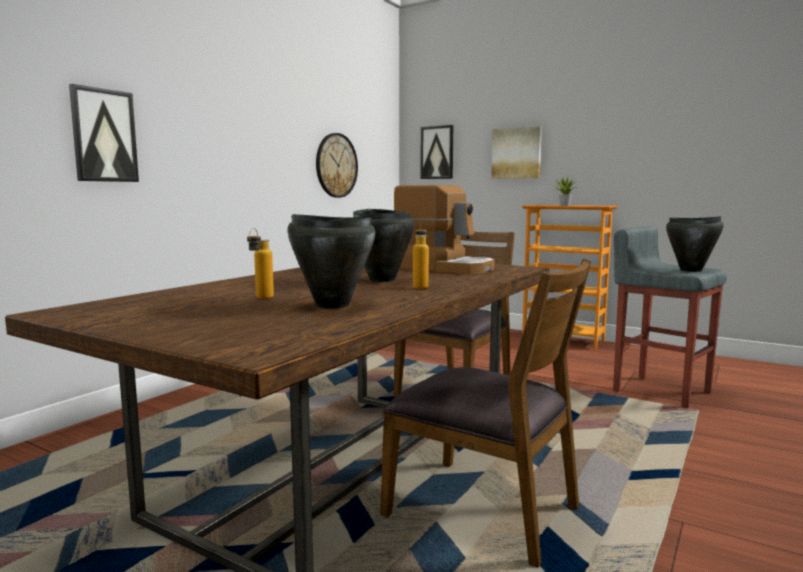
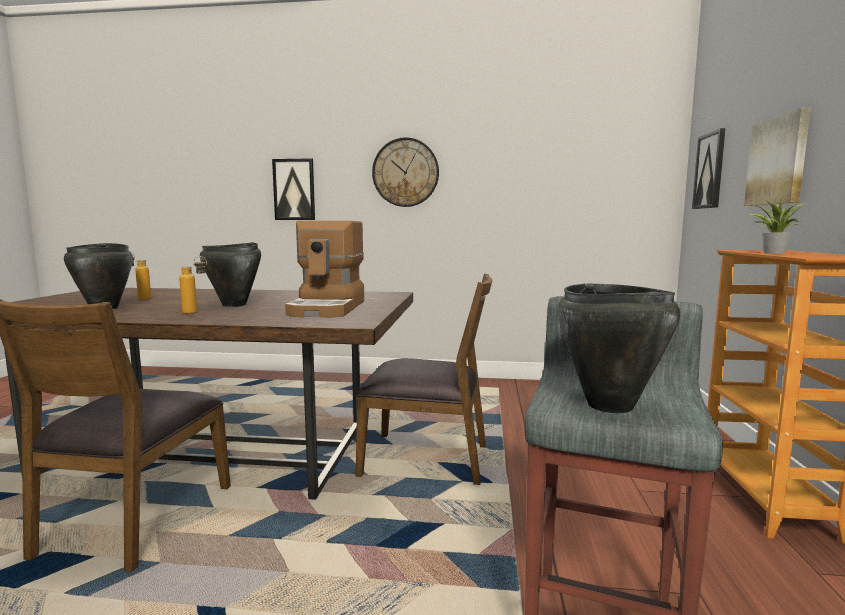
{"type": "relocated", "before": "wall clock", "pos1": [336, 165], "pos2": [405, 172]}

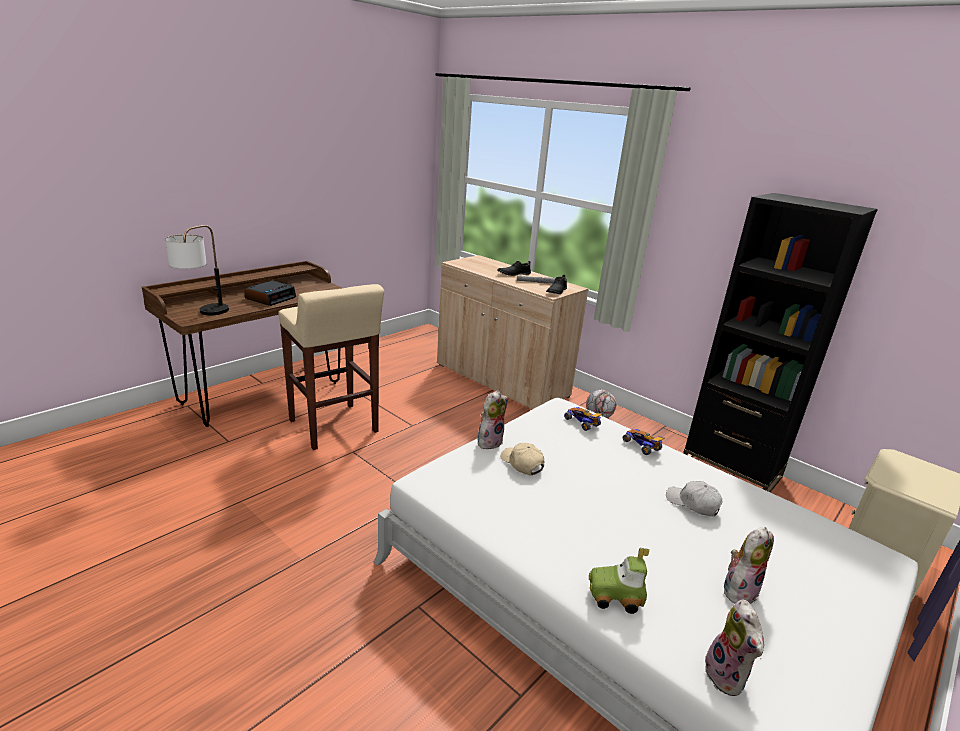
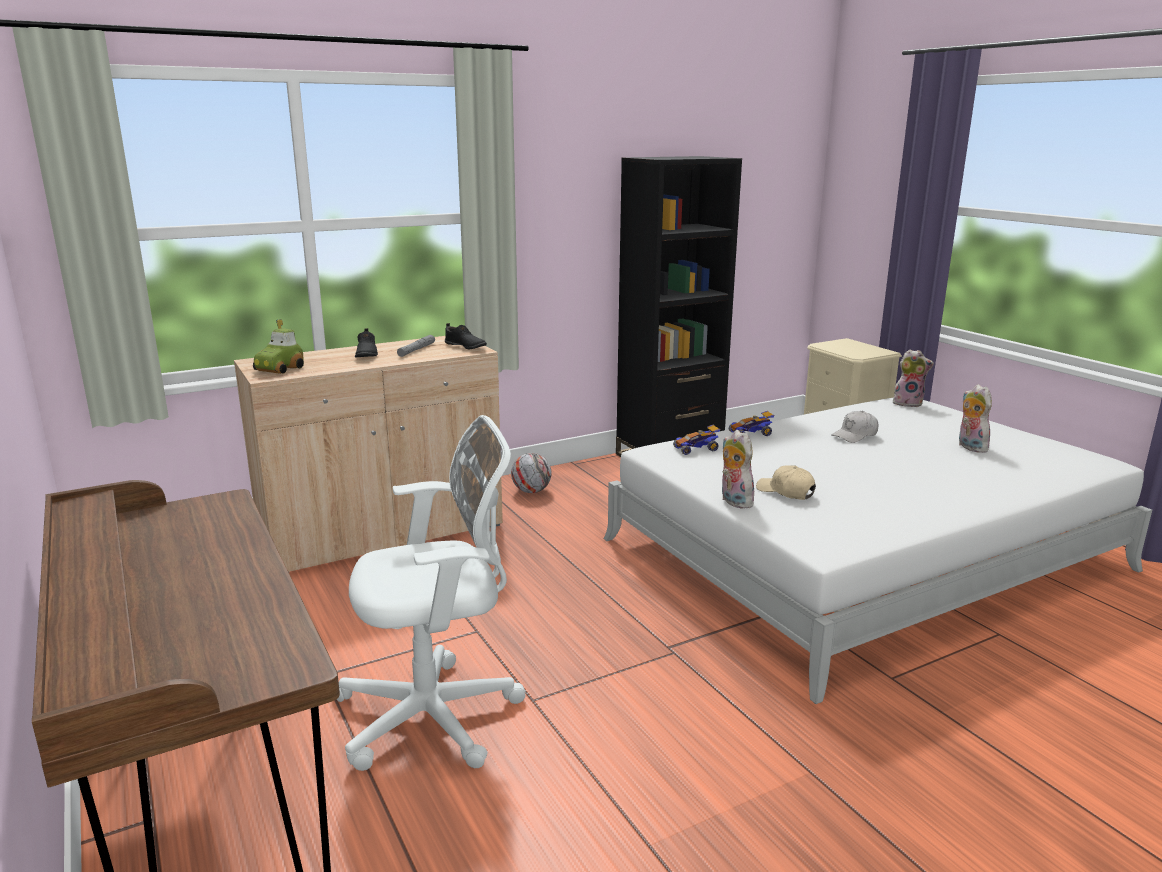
{"type": "missing", "before": "table lamp", "pos1": [203, 314]}
{"type": "missing", "before": "alarm clock", "pos1": [270, 298]}
{"type": "exchanged", "before": "stool seat (beige)", "after": "desk chair (white-coloured)", "pos1": [334, 427], "pos2": [437, 715]}
{"type": "spun", "before": "peaked cap (beige)", "pos1": [522, 463], "pos2": [785, 492], "turn": 60}
{"type": "relocated", "before": "model car", "pos1": [615, 596], "pos2": [280, 369]}
{"type": "relocated", "before": "soft toy", "pos1": [727, 677], "pos2": [908, 403]}

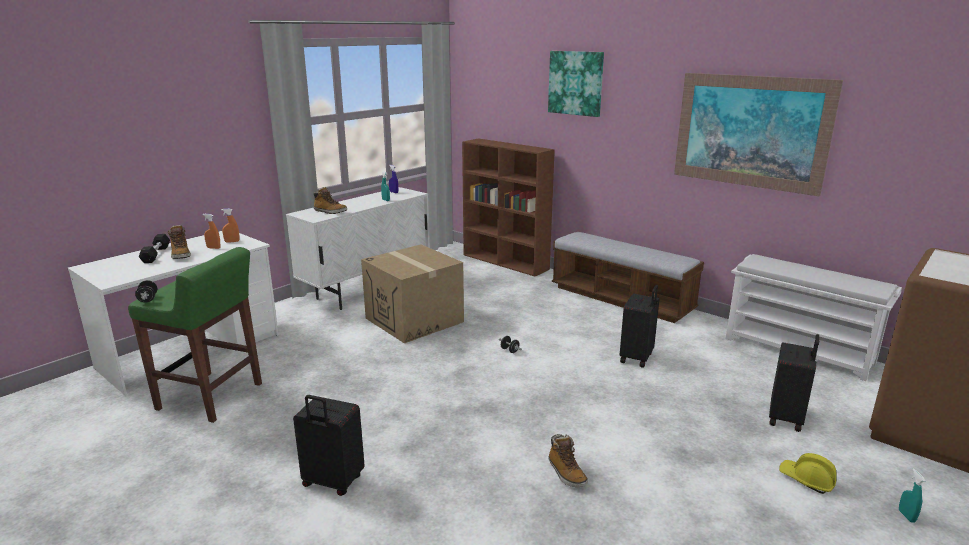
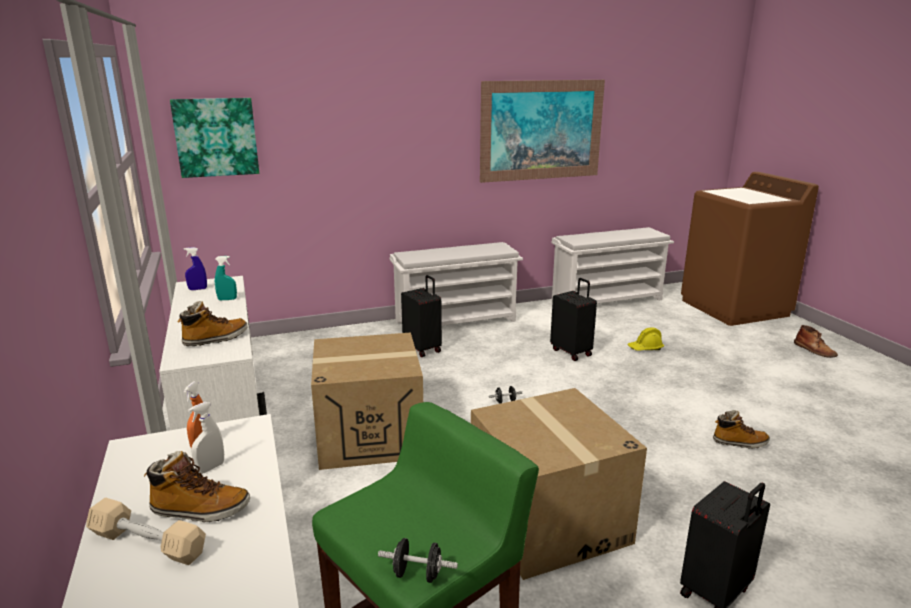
{"type": "colour", "before": "free weight (blackish)", "after": "free weight (beige)", "pos1": [156, 254], "pos2": [148, 543]}
{"type": "colour", "before": "spray bottle (orange)", "after": "spray bottle (white-coloured)", "pos1": [213, 248], "pos2": [210, 468]}
{"type": "missing", "before": "bookcase (brown-coloured)", "pos1": [506, 262]}
{"type": "relocated", "before": "picture", "pos1": [576, 83], "pos2": [216, 137]}
{"type": "exchanged", "before": "indoor bench", "after": "shoe shelf (white-coloured)", "pos1": [621, 299], "pos2": [456, 320]}
{"type": "relocated", "before": "travel case (blackish)", "pos1": [787, 418], "pos2": [423, 348]}
{"type": "relocated", "before": "safety helmet (yellow)", "pos1": [806, 480], "pos2": [645, 348]}
{"type": "exchanged", "before": "spray bottle (blue-green)", "after": "tall boot (brown-coloured)", "pos1": [906, 516], "pos2": [814, 350]}
{"type": "appeared", "after": "packing box", "pos2": [547, 520]}

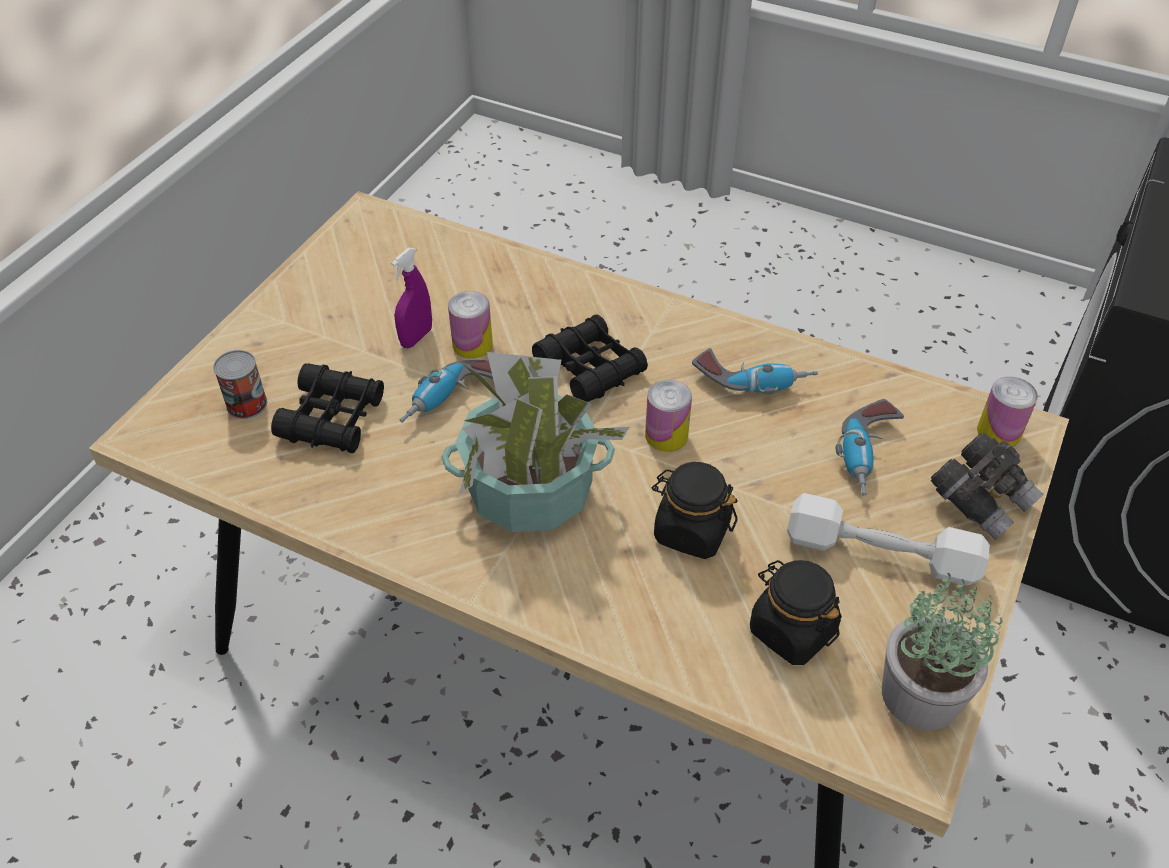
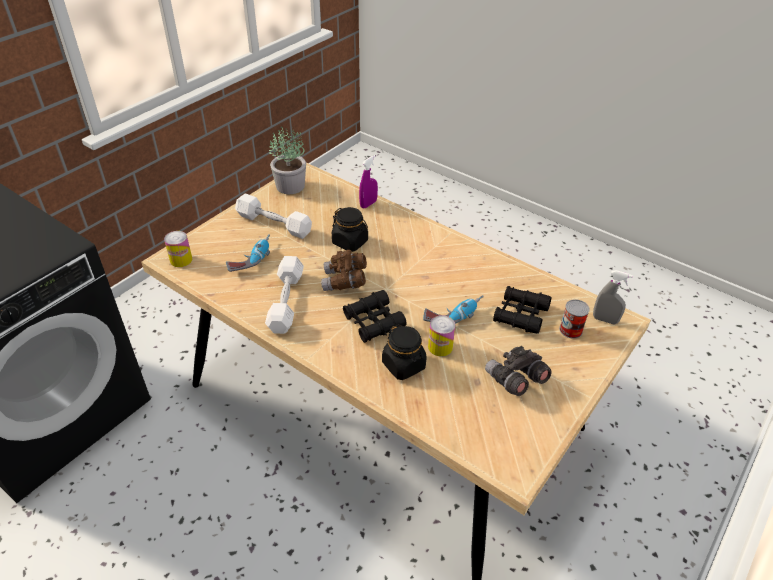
{"type": "relocated", "before": "spray bottle (purple)", "pos1": [416, 337], "pos2": [368, 204]}
{"type": "missing", "before": "plant in a pot", "pos1": [530, 490]}
{"type": "exchanged", "before": "sealed can", "after": "field glasses (brown-coloured)", "pos1": [666, 435], "pos2": [345, 281]}
{"type": "exchanged", "before": "power drill", "after": "free weight (white-coloured)", "pos1": [753, 380], "pos2": [286, 302]}
{"type": "relocated", "before": "preserve jar (blackish)", "pos1": [791, 631], "pos2": [404, 365]}
{"type": "relocated", "before": "field glasses (gray)", "pos1": [981, 499], "pos2": [515, 380]}
{"type": "appeared", "after": "spray bottle (gray)", "pos2": [605, 320]}

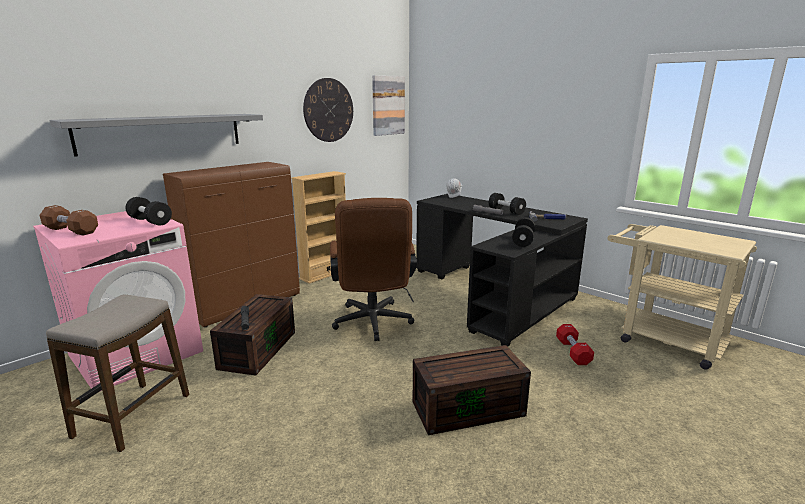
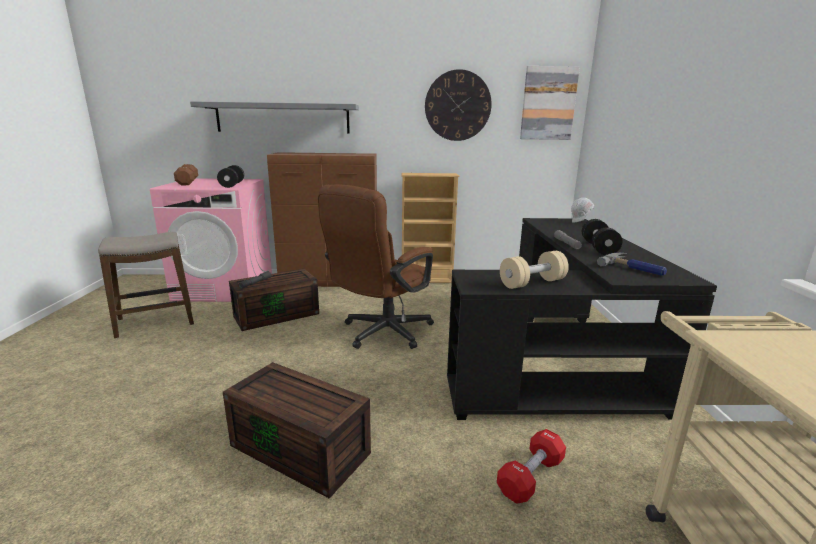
{"type": "colour", "before": "free weight (blackish)", "after": "free weight (beige)", "pos1": [523, 241], "pos2": [532, 283]}

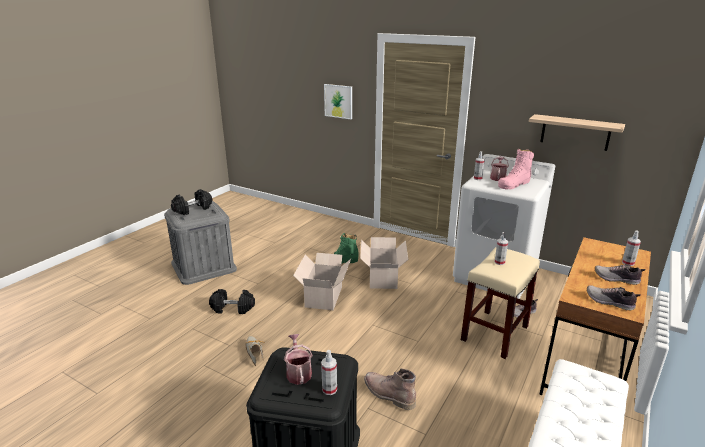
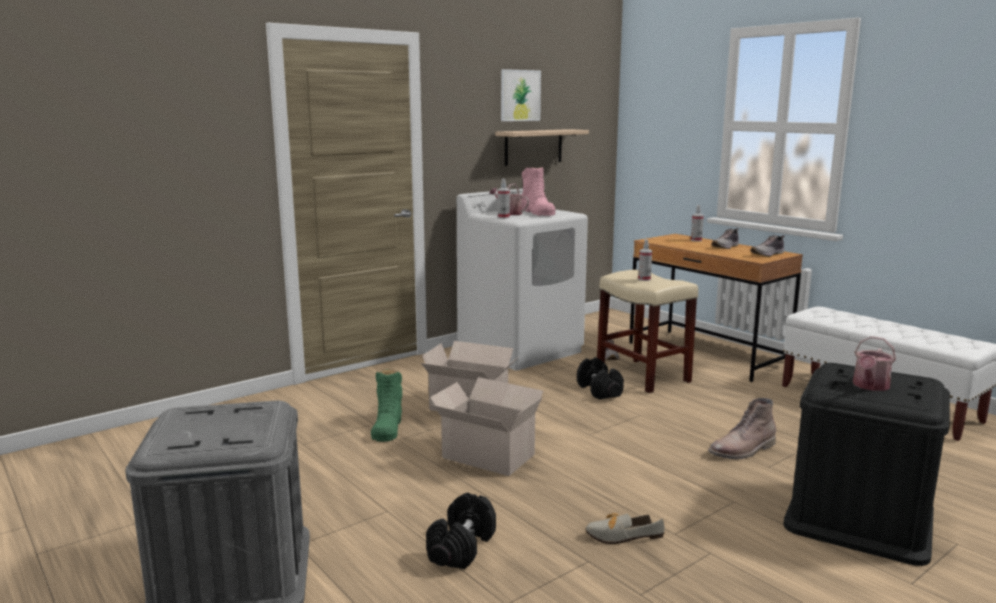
{"type": "relocated", "before": "free weight (blackish)", "pos1": [193, 209], "pos2": [598, 390]}
{"type": "spun", "before": "watering pot", "pos1": [298, 372], "pos2": [869, 386], "turn": -60}
{"type": "missing", "before": "spray bottle", "pos1": [329, 389]}
{"type": "relocated", "before": "picture", "pos1": [338, 101], "pos2": [520, 95]}

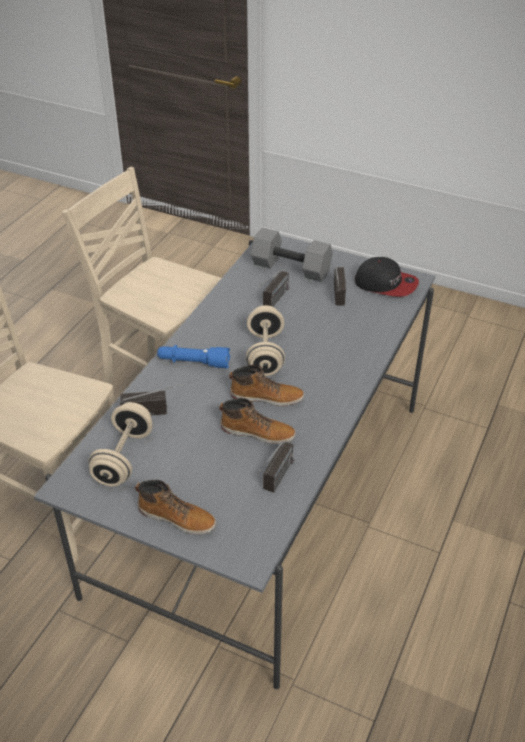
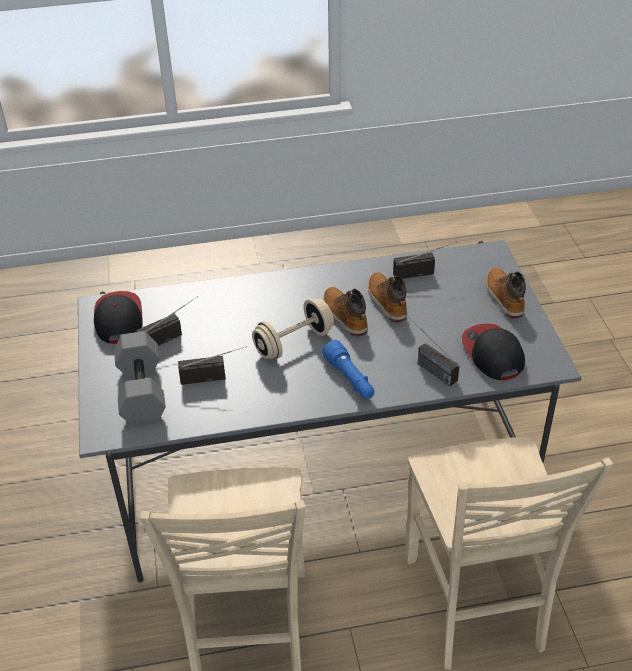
{"type": "exchanged", "before": "free weight (beige)", "after": "peaked cap", "pos1": [123, 457], "pos2": [492, 354]}

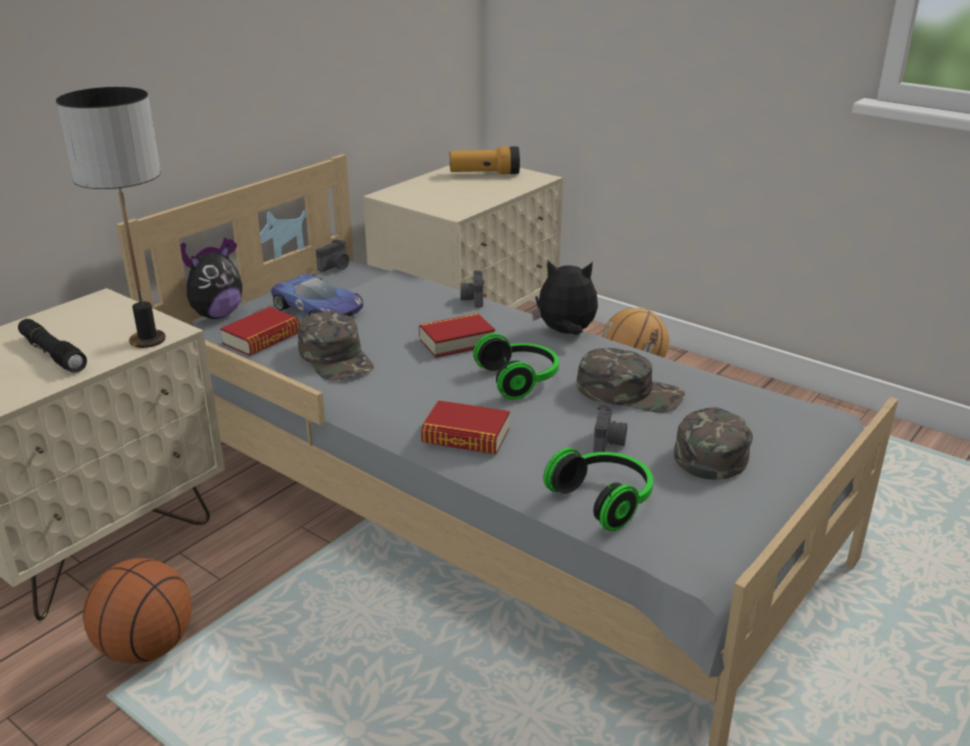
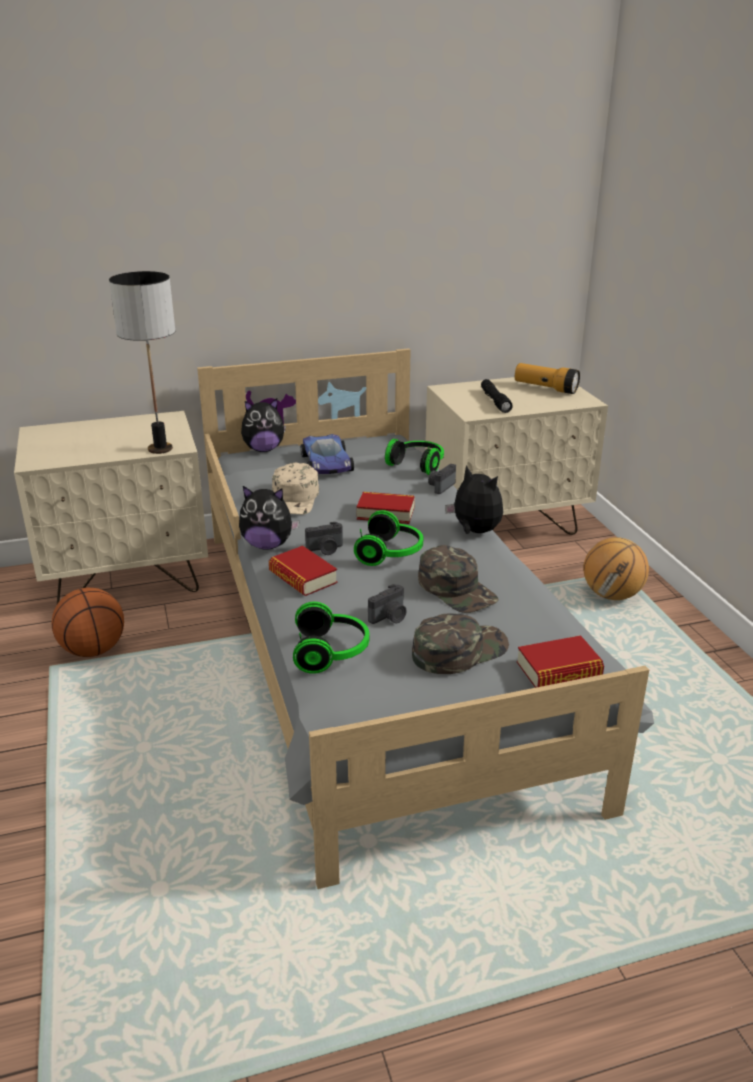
{"type": "relocated", "before": "hand torch (blackish)", "pos1": [52, 354], "pos2": [495, 401]}
{"type": "relocated", "before": "book", "pos1": [261, 338], "pos2": [558, 670]}
{"type": "colour", "before": "peaked cap (green-coloured)", "after": "peaked cap (beige)", "pos1": [336, 358], "pos2": [294, 499]}
{"type": "relocated", "before": "still camera", "pos1": [336, 267], "pos2": [325, 549]}
{"type": "appeared", "after": "soft toy", "pos2": [268, 545]}
{"type": "appeared", "after": "headphones", "pos2": [418, 465]}

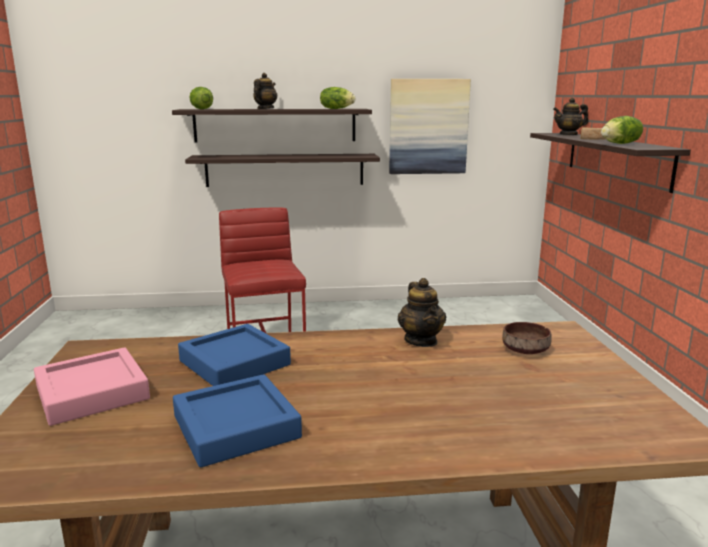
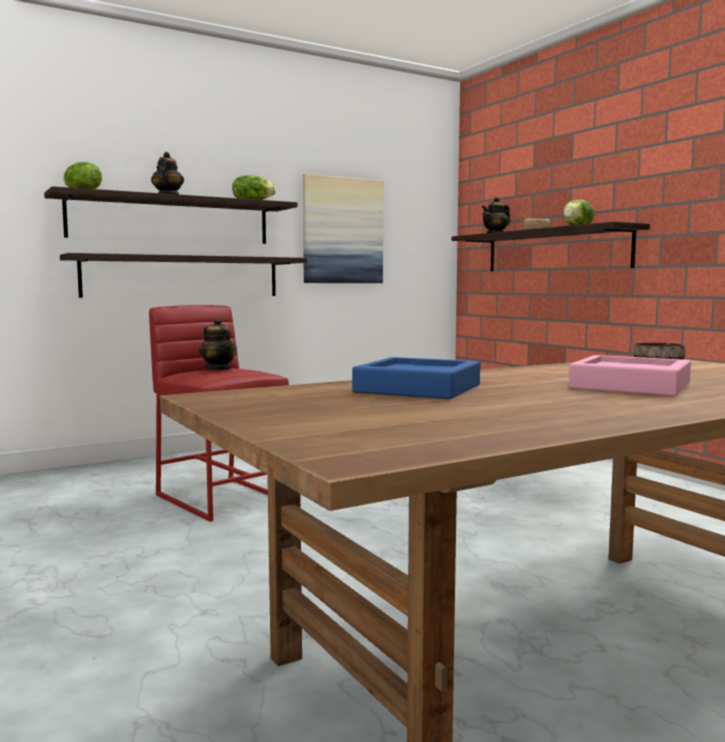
{"type": "relocated", "before": "tray (pink)", "pos1": [92, 393], "pos2": [630, 386]}
{"type": "missing", "before": "tray (blue-coloured)", "pos1": [236, 427]}
{"type": "relocated", "before": "teapot", "pos1": [421, 341], "pos2": [218, 369]}

